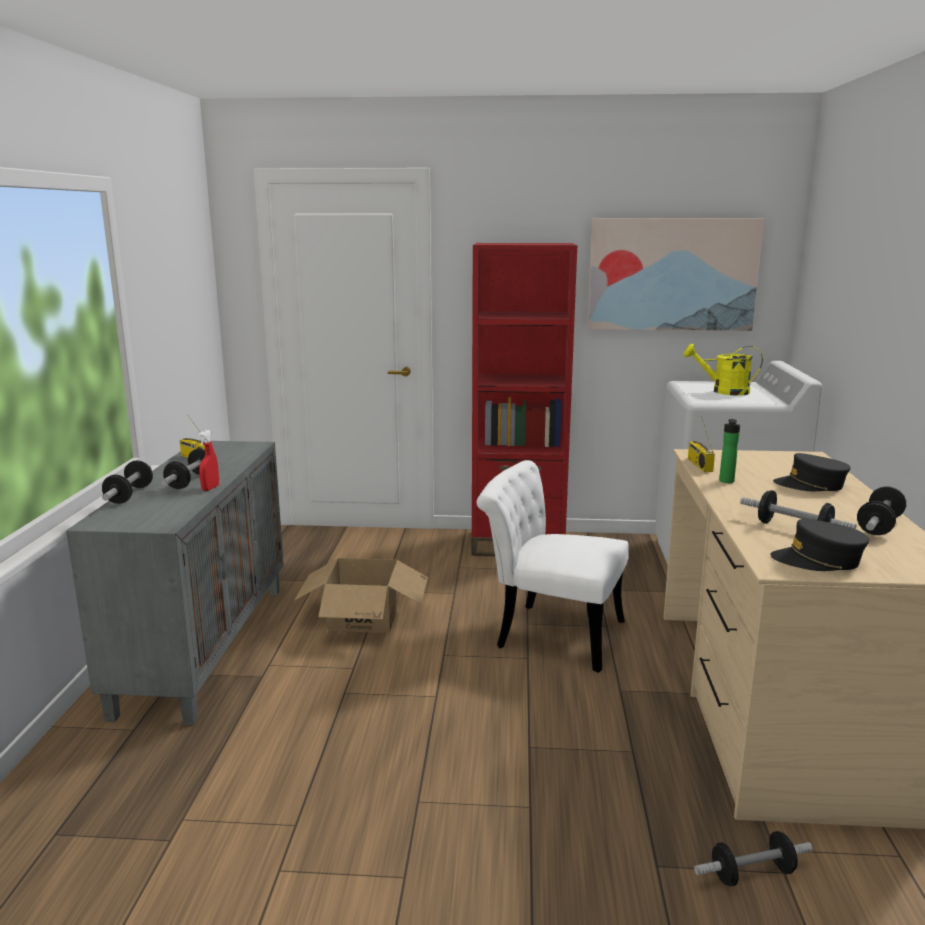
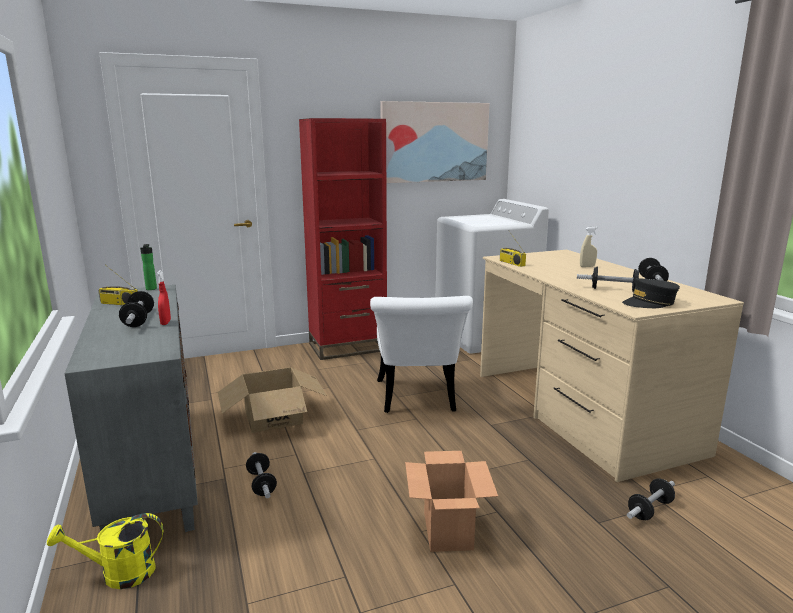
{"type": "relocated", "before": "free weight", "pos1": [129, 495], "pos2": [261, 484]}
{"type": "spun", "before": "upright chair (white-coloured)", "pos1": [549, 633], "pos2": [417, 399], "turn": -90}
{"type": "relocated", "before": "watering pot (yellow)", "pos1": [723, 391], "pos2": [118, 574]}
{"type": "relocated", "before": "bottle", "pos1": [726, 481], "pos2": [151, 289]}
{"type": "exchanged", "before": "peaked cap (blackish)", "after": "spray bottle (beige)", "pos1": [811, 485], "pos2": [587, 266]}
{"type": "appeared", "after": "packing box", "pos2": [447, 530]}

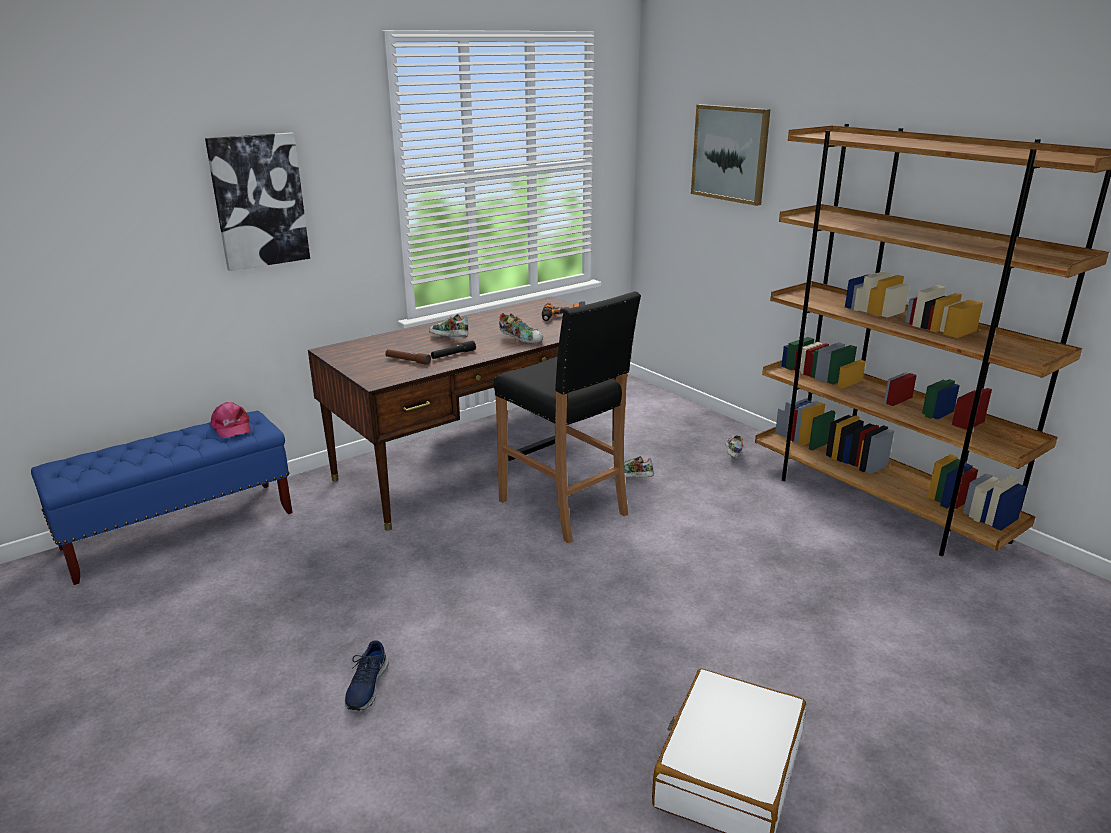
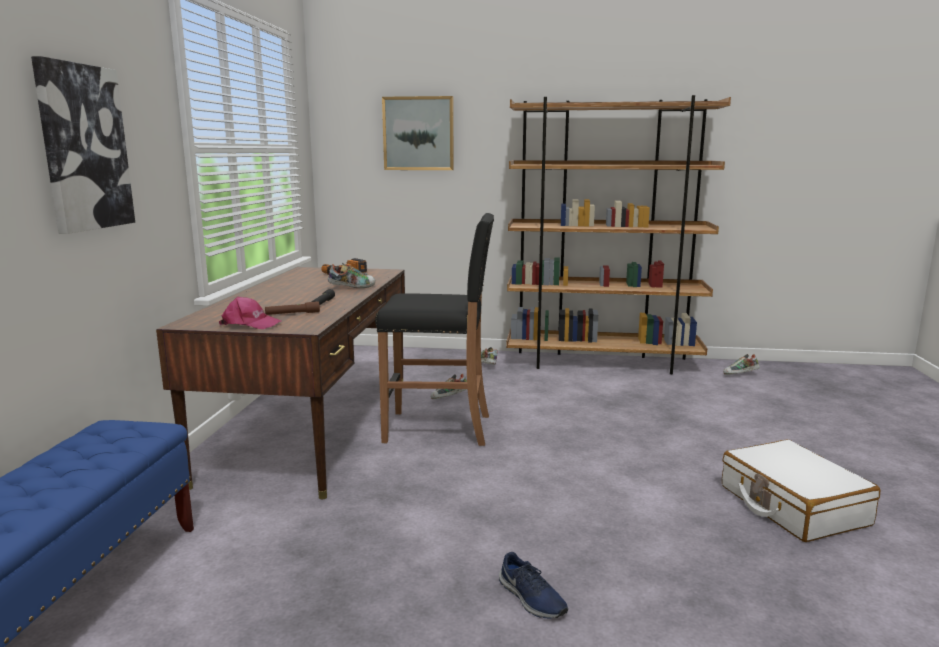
{"type": "relocated", "before": "peaked cap (pink)", "pos1": [231, 427], "pos2": [250, 324]}
{"type": "relocated", "before": "item of footwear", "pos1": [449, 339], "pos2": [740, 375]}

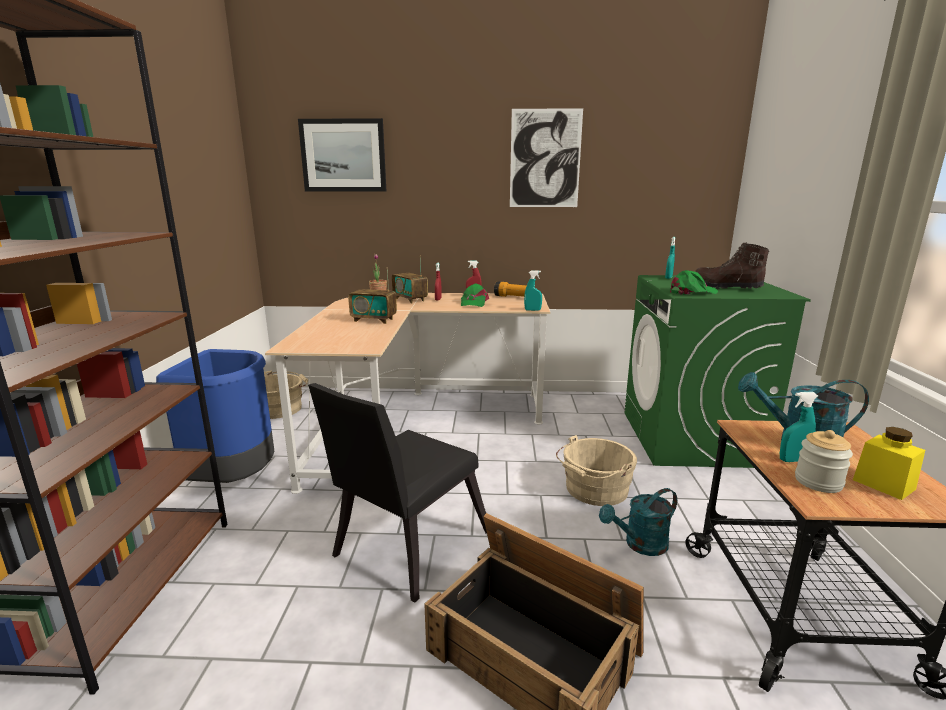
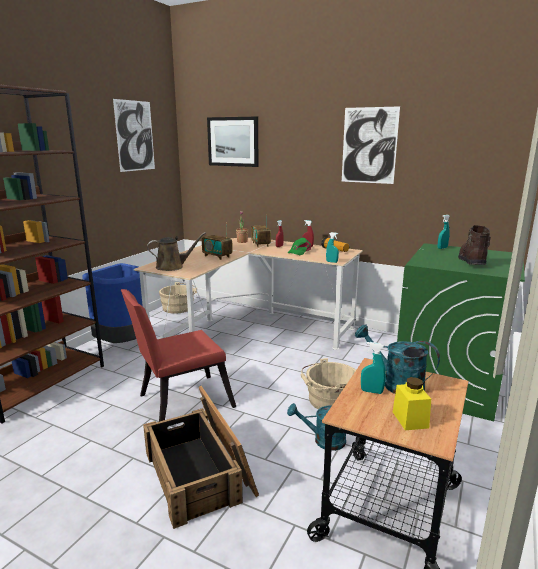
{"type": "colour", "before": "upright chair (blackish)", "after": "upright chair (reddish)", "pos1": [405, 548], "pos2": [180, 402]}
{"type": "missing", "before": "peaked cap (green-coloured)", "pos1": [692, 292]}
{"type": "spun", "before": "tall boot (brown-coloured)", "pos1": [725, 287], "pos2": [471, 261], "turn": 45}
{"type": "missing", "before": "preserve jar", "pos1": [818, 482]}
{"type": "appeared", "after": "picture", "pos2": [135, 136]}
{"type": "appeared", "after": "watering pot (brown-coloured)", "pos2": [172, 267]}

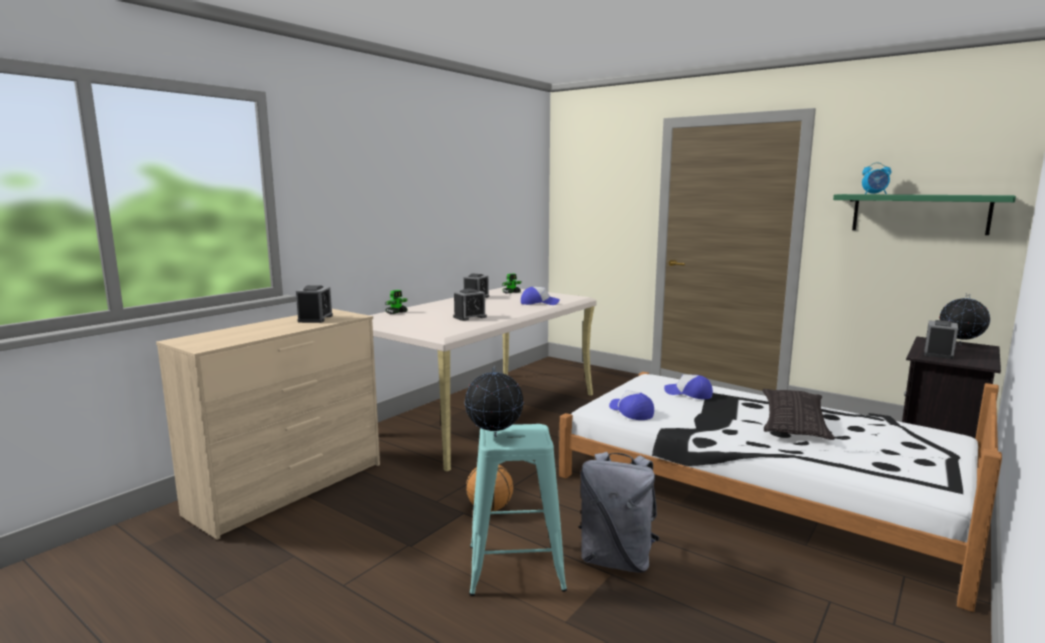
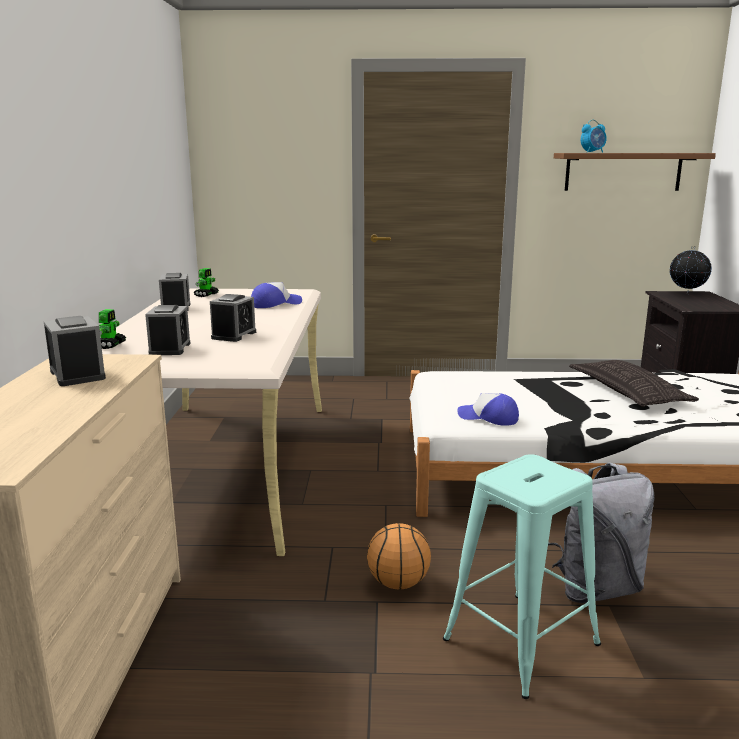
{"type": "missing", "before": "world globe", "pos1": [494, 436]}
{"type": "missing", "before": "peaked cap", "pos1": [688, 394]}
{"type": "colour", "before": "bracket shelf (green-coloured)", "after": "bracket shelf (brown-coloured)", "pos1": [919, 213], "pos2": [623, 171]}
{"type": "relocated", "before": "alarm clock", "pos1": [938, 353], "pos2": [170, 348]}

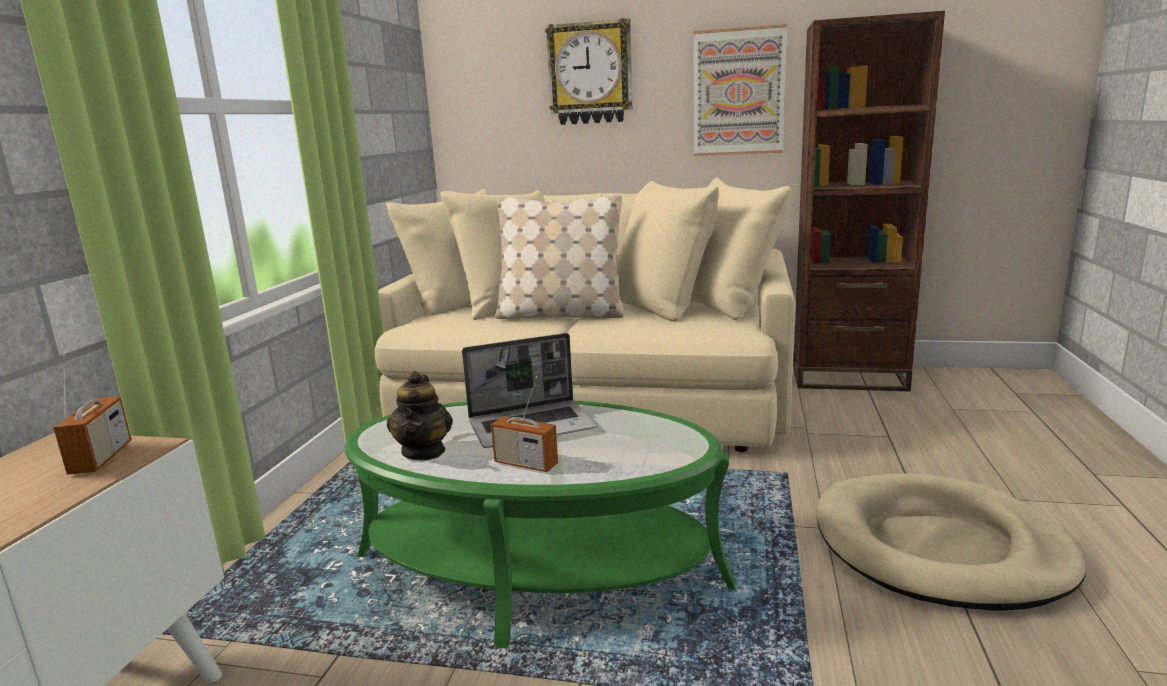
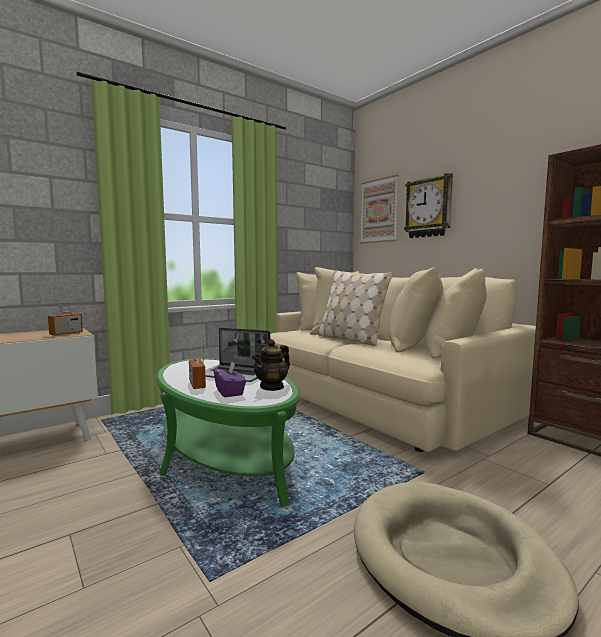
{"type": "relocated", "before": "teapot", "pos1": [424, 451], "pos2": [272, 387]}
{"type": "relocated", "before": "picture", "pos1": [738, 92], "pos2": [379, 211]}
{"type": "appeared", "after": "box of tissues (purple)", "pos2": [230, 392]}

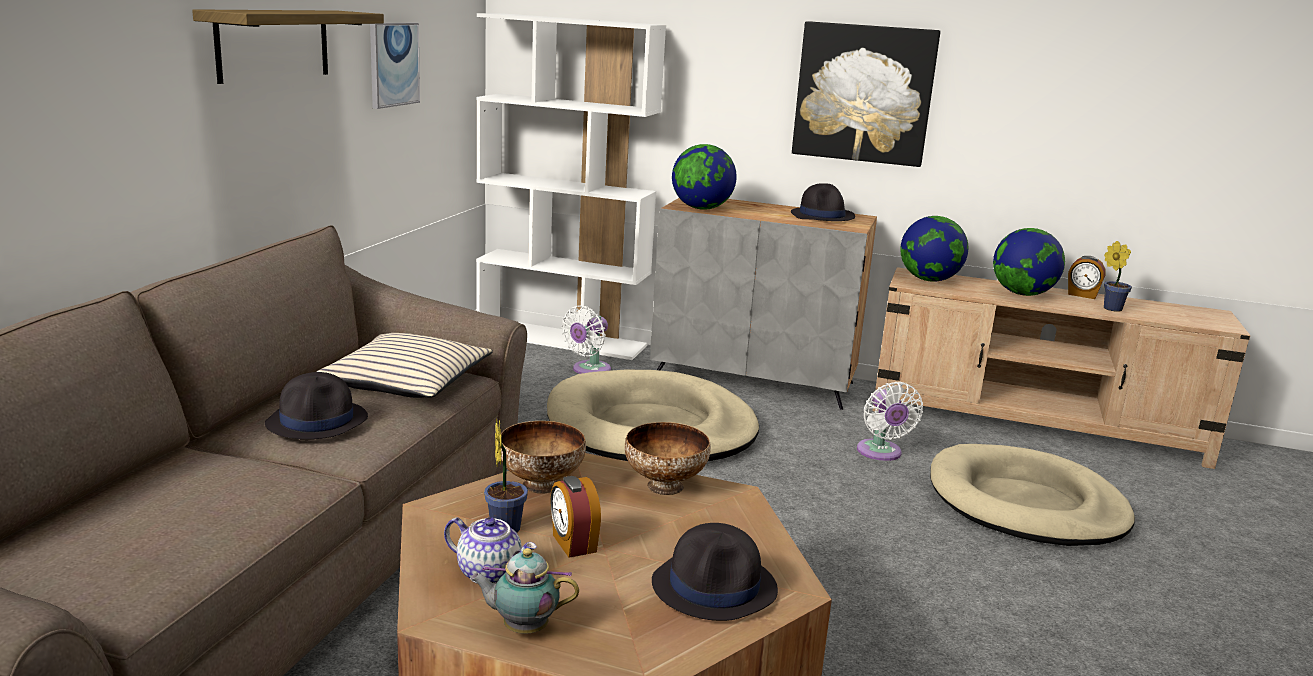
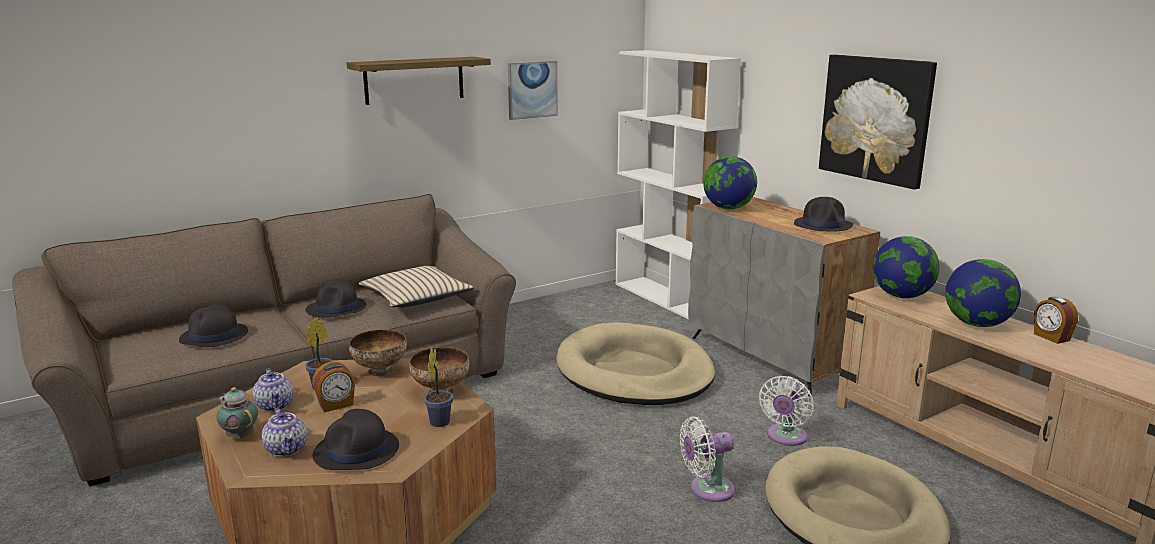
{"type": "spun", "before": "alarm clock", "pos1": [573, 544], "pos2": [336, 405], "turn": -135}
{"type": "relocated", "before": "fan (white-coloured)", "pos1": [589, 370], "pos2": [707, 490]}
{"type": "relocated", "before": "plant in a pot", "pos1": [1110, 308], "pos2": [440, 421]}
{"type": "appeared", "after": "hat (blackish)", "pos2": [214, 336]}
{"type": "appeared", "after": "teapot", "pos2": [287, 449]}

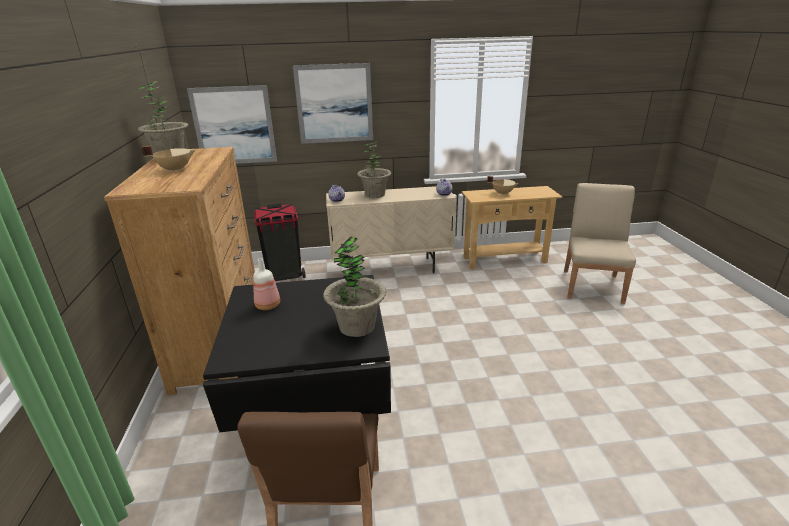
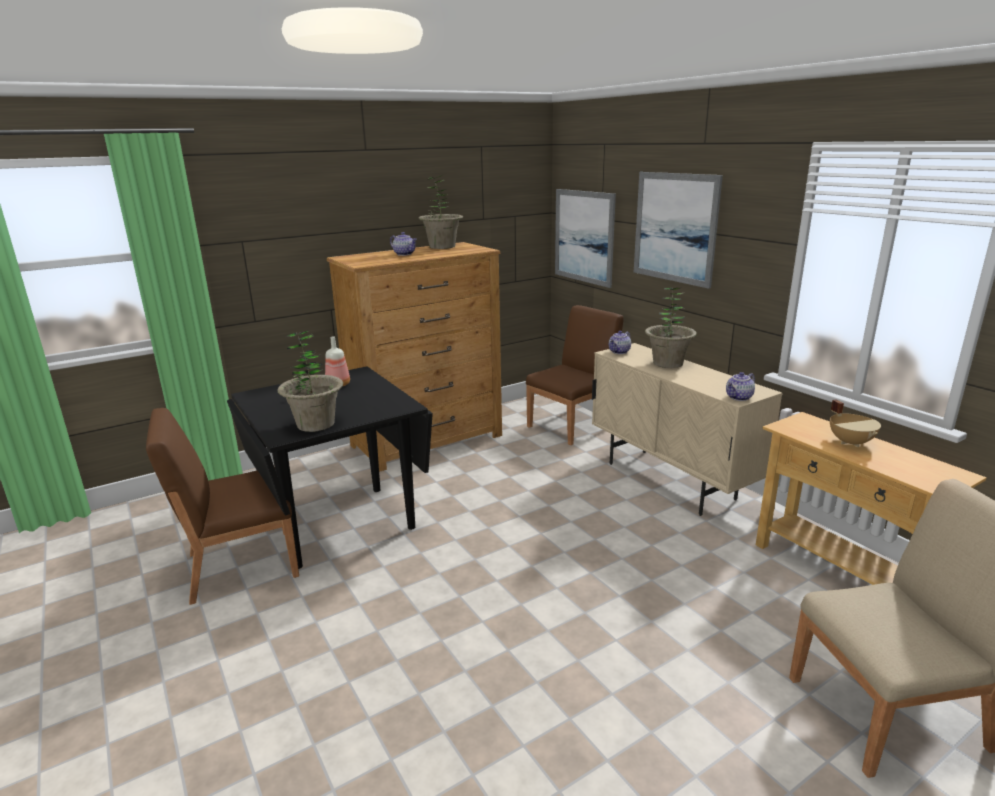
{"type": "exchanged", "before": "cooking pot (beige)", "after": "teapot", "pos1": [175, 170], "pos2": [405, 254]}
{"type": "exchanged", "before": "rubbish bin (blackish)", "after": "upright chair (brown-coloured)", "pos1": [284, 276], "pos2": [573, 425]}

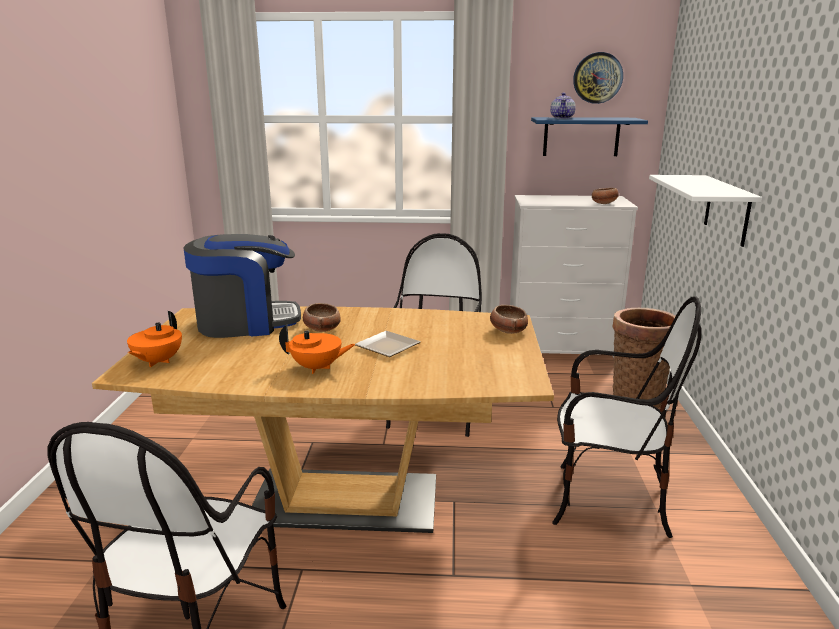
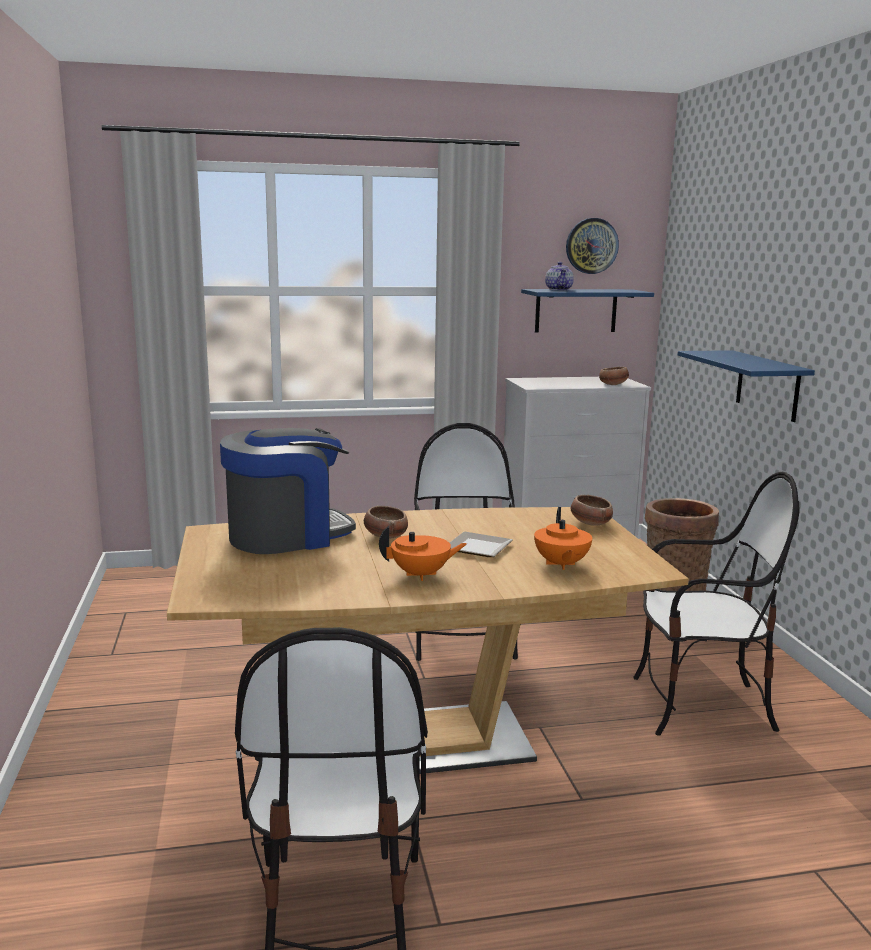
{"type": "relocated", "before": "teapot (orange)", "pos1": [157, 362], "pos2": [561, 564]}
{"type": "colour", "before": "bracket shelf (white-coloured)", "after": "bracket shelf (blue-coloured)", "pos1": [727, 210], "pos2": [767, 385]}

